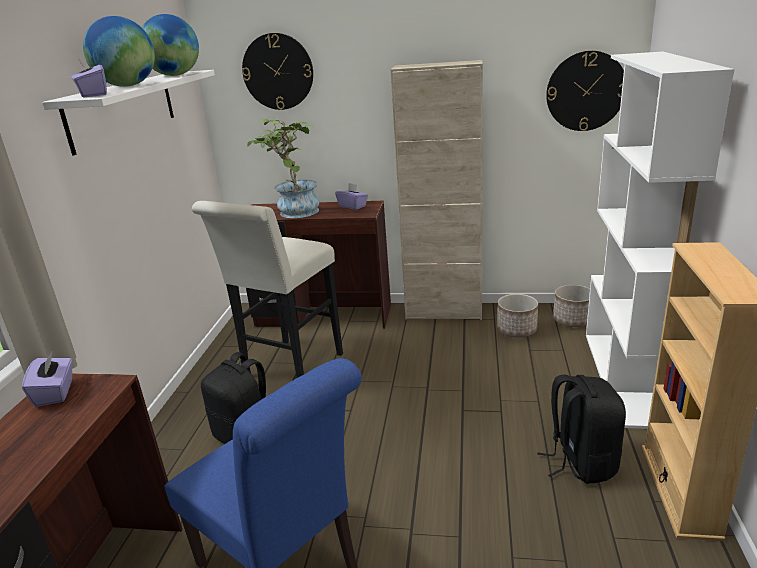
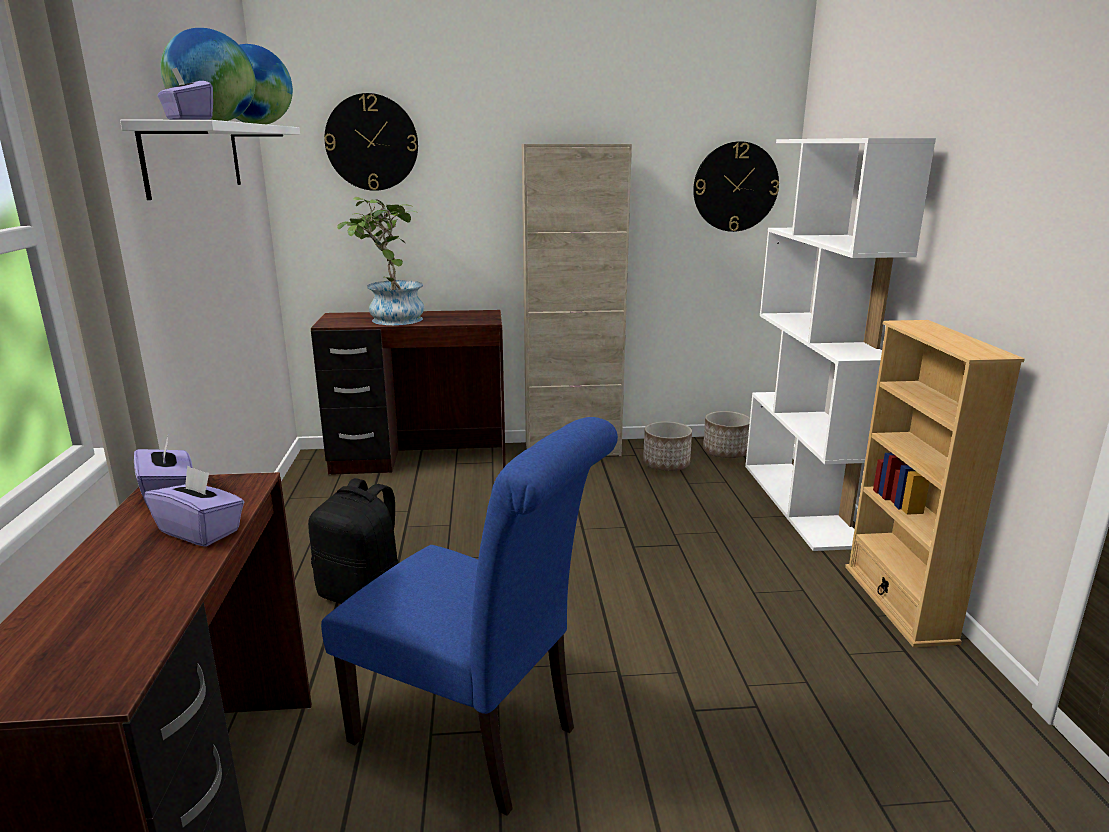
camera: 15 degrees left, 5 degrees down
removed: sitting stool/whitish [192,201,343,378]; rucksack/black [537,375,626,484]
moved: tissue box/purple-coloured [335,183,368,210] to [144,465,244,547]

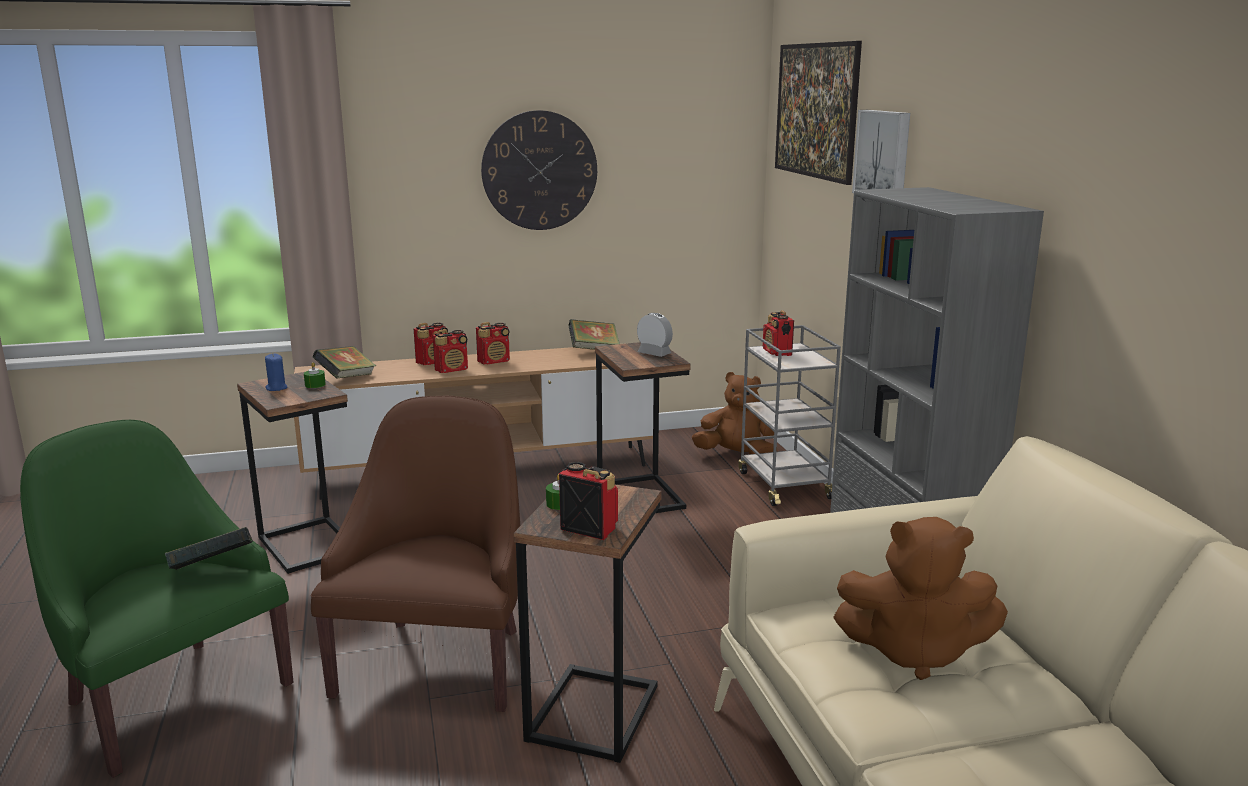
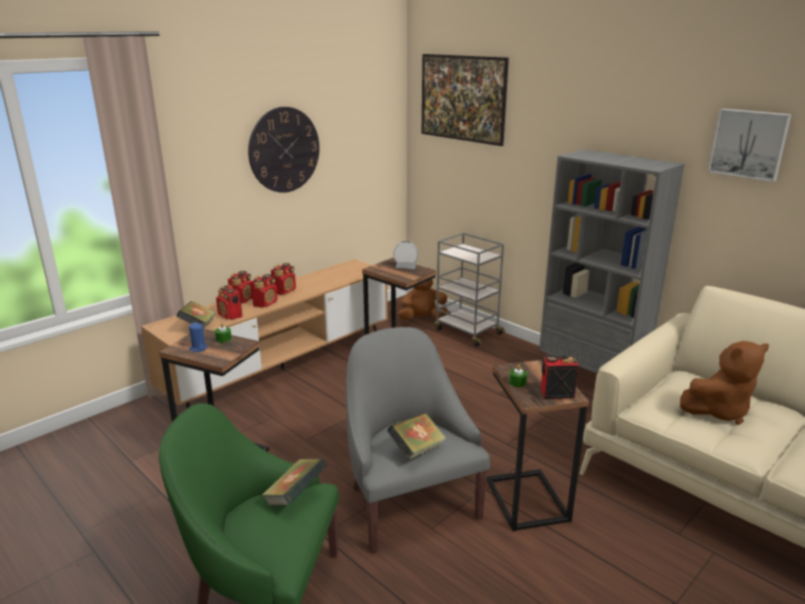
camera: 30 degrees left, 5 degrees up
moved: volume [568,319,620,350] to [387,412,447,459]; radio [763,310,794,356] to [216,284,243,320]; wall art [852,110,910,193] to [708,109,791,182]
recoloured: lounge chair/brown [311,396,520,712] to lounge chair/grey [346,327,490,553]

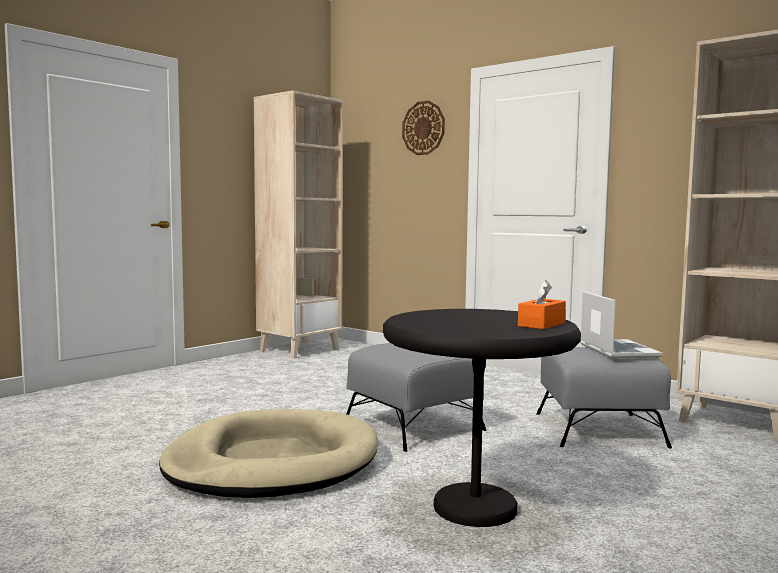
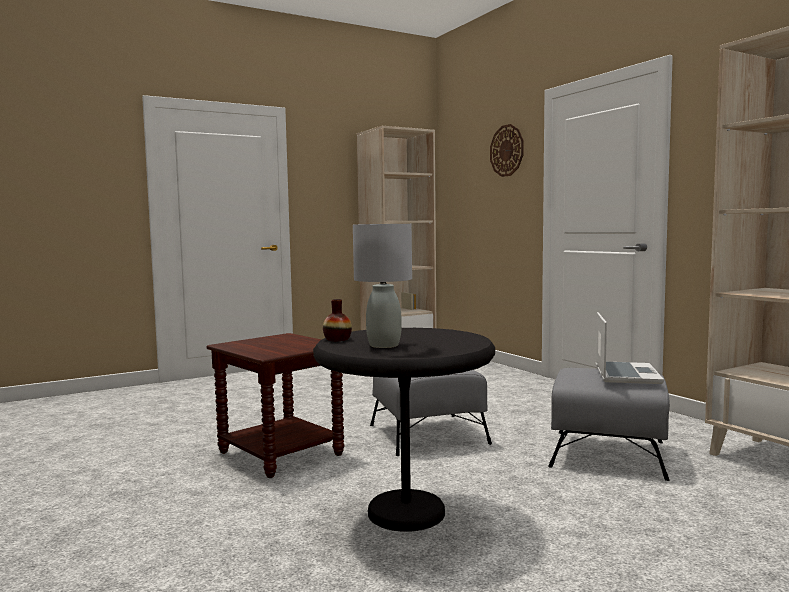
camera: 20 degrees right, 0 degrees up
removed: tissue box/orange-coloured [518,280,566,329]
added: vase [323,299,352,341]; table lamp/grey [353,224,412,348]
replaced: dog cushion/sand-coloured [159,409,378,498] to side table/brown [206,333,344,478]

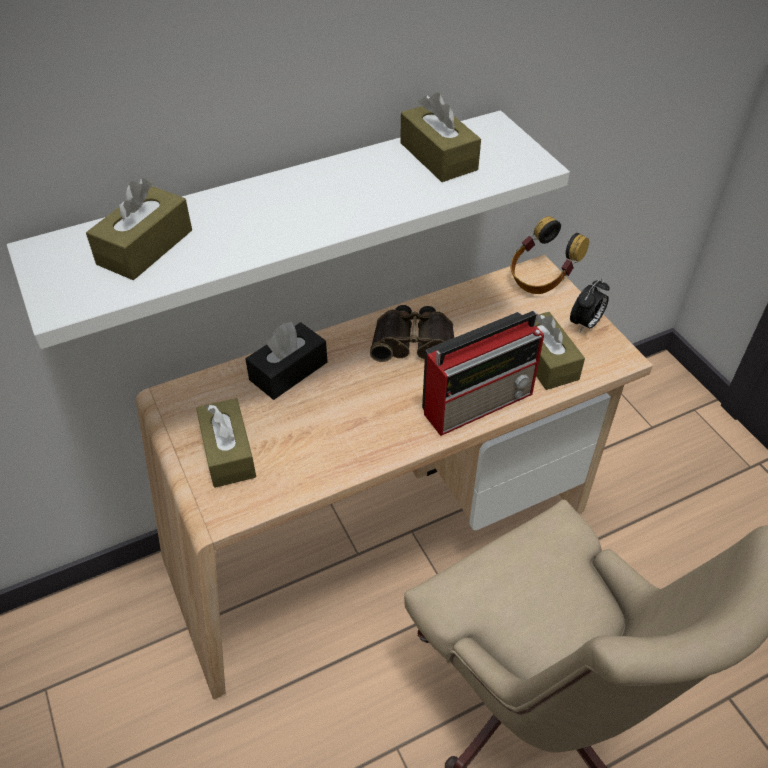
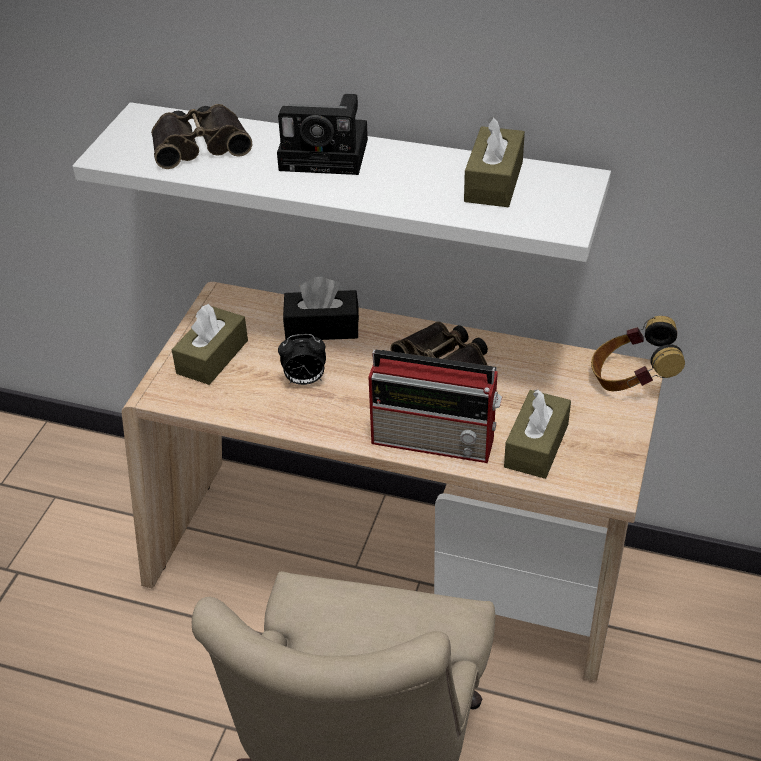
camera: 45 degrees right, 5 degrees down
added: still camera [277,94,368,175]
moved: table clock [570,278,610,332] to [278,334,326,385]
replaced: tissue box/brown [86,178,192,280] to pair of binoculars [151,104,253,169]

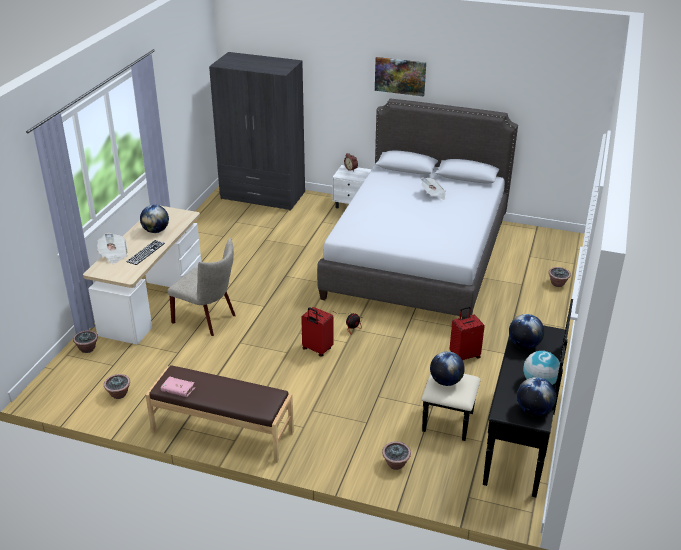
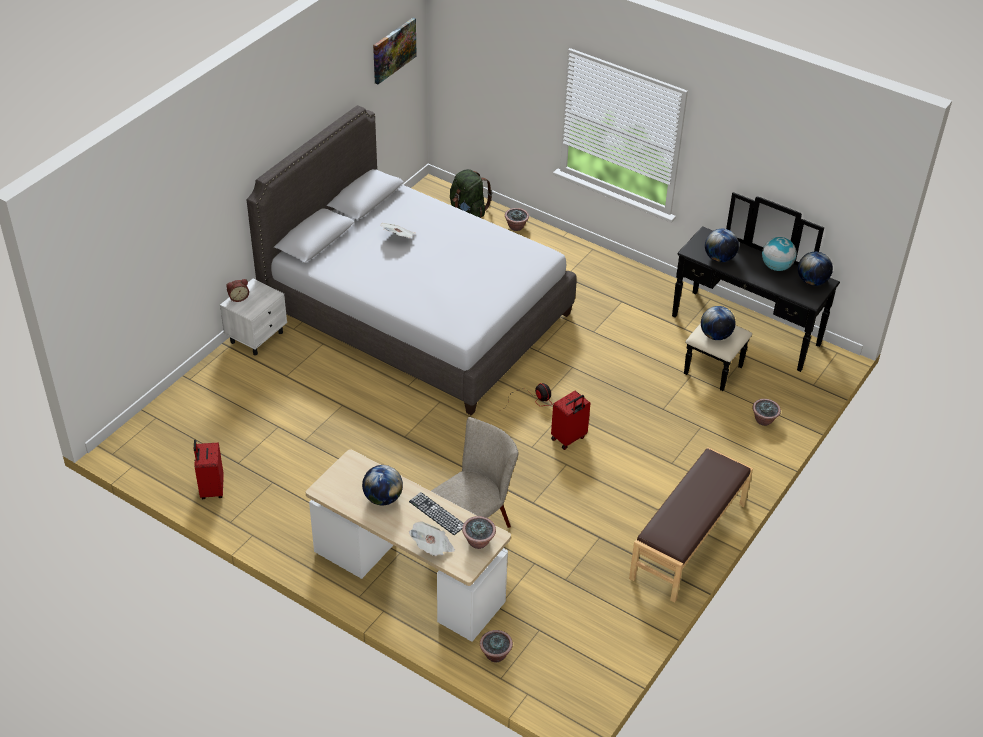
camera: 75 degrees left, 10 degrees up
removed: volume/pink [161,377,195,397]; wardrobe/grey [209,52,305,211]
added: rucksack/green [450,169,492,218]
moved: houseplant [104,374,130,399] to [462,516,496,549]; wall art [375,57,426,97] to [373,18,417,85]; piece of luggage/red [450,306,485,361] to [194,440,224,499]

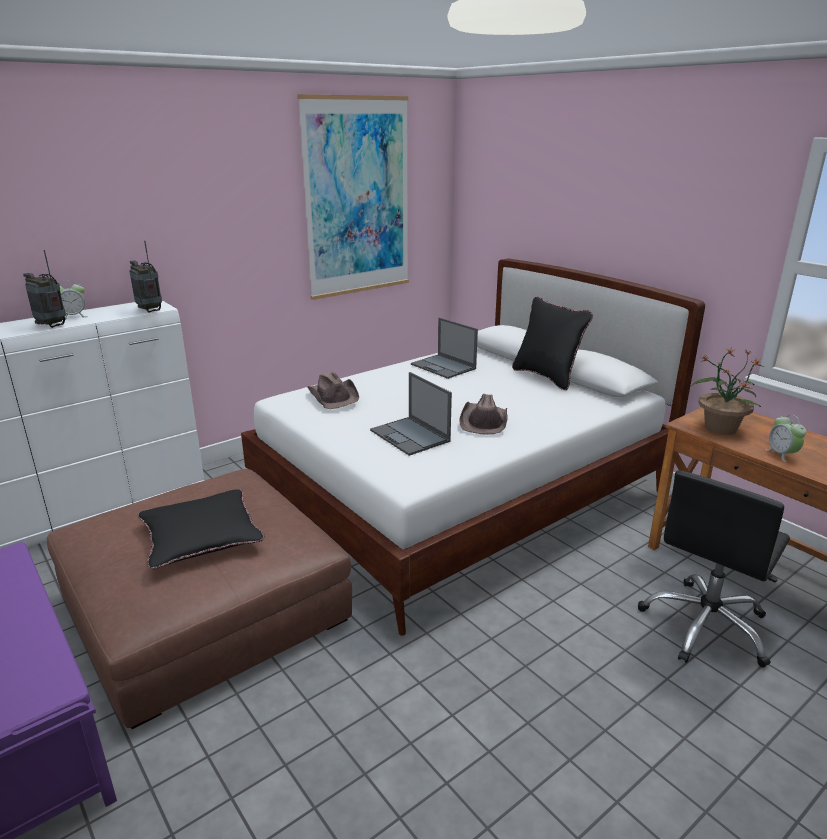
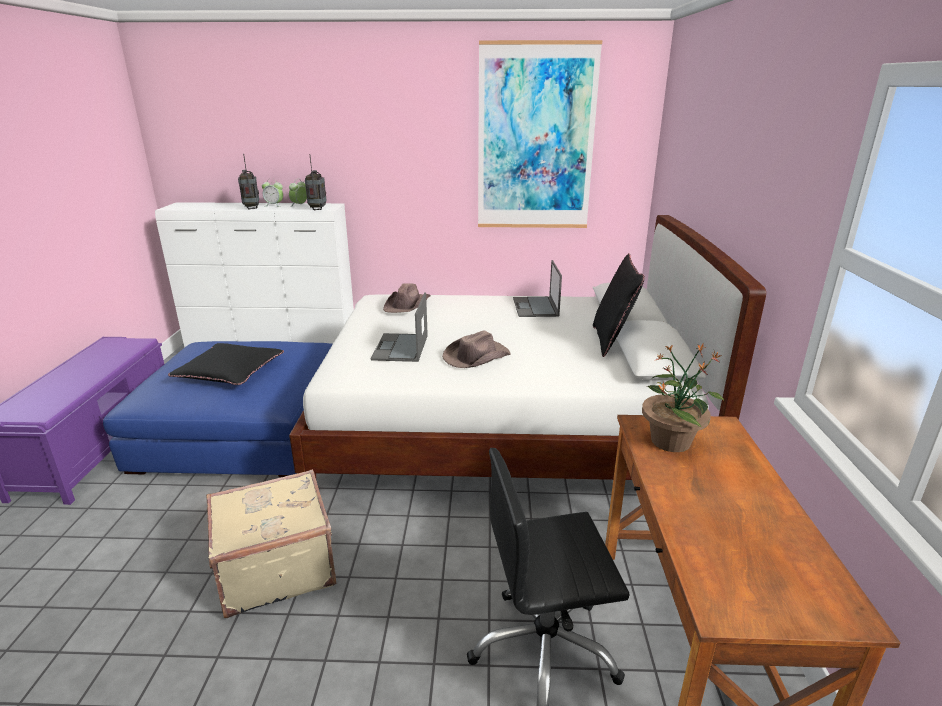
camera: 40 degrees right, 0 degrees up
added: piece of luggage/sand-coloured [206,469,337,618]
moved: table clock [765,415,806,462] to [289,179,307,207]
recoloured: footrest/brown [47,469,352,729] to footrest/bluish [103,341,332,477]

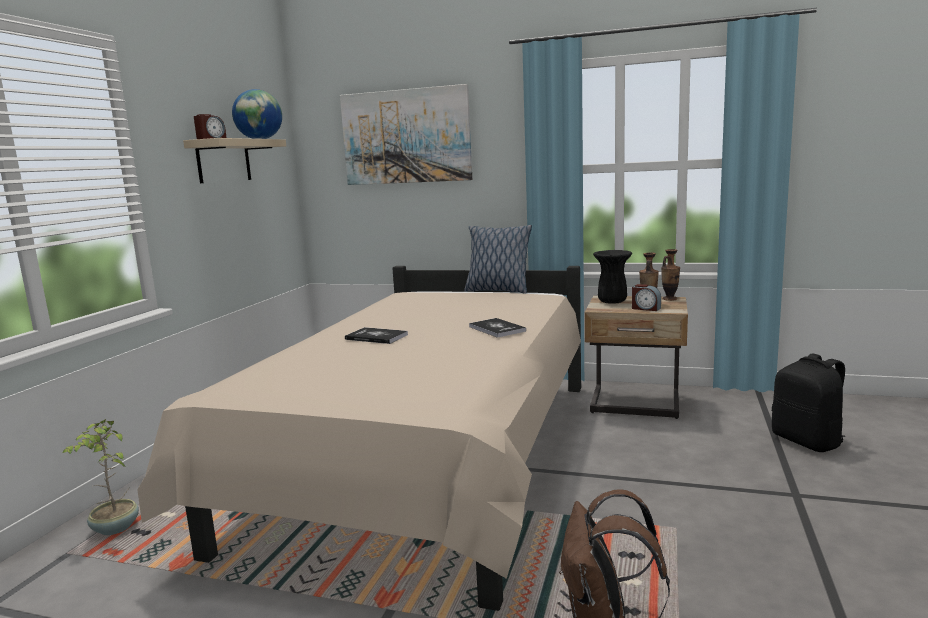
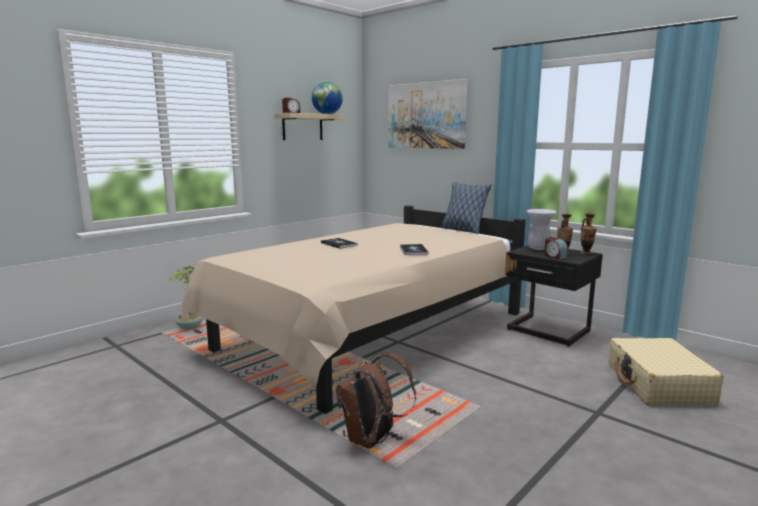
camera: 25 degrees right, 0 degrees up
replaced: rucksack/black [772,354,845,452] to piece of luggage/sand-coloured [609,338,723,406]
recoloured: bedside table/sand-coloured [585,296,688,419] to bedside table/black [505,245,603,347]; vase/black [593,250,632,304] to vase/whitish [526,209,557,250]

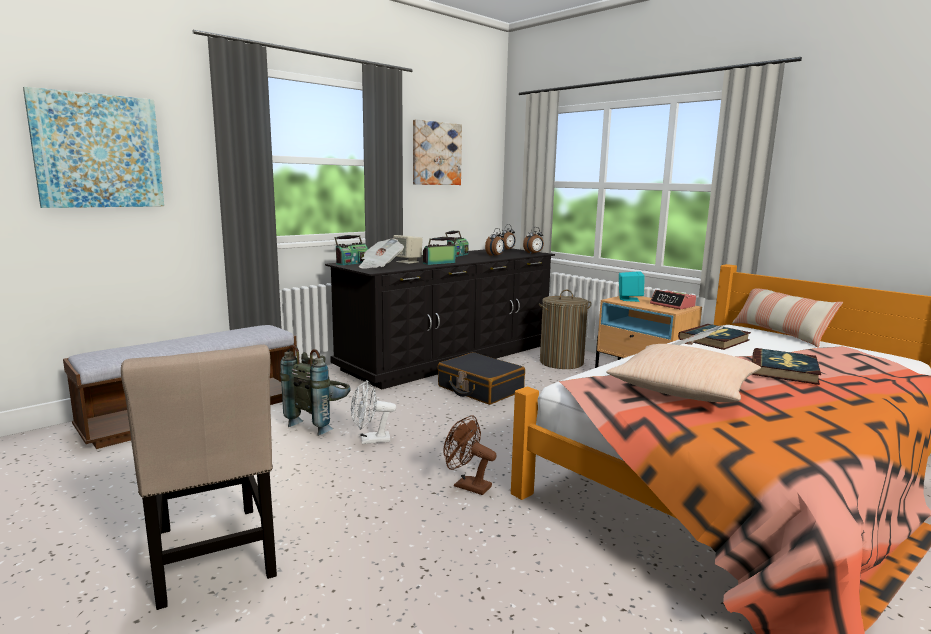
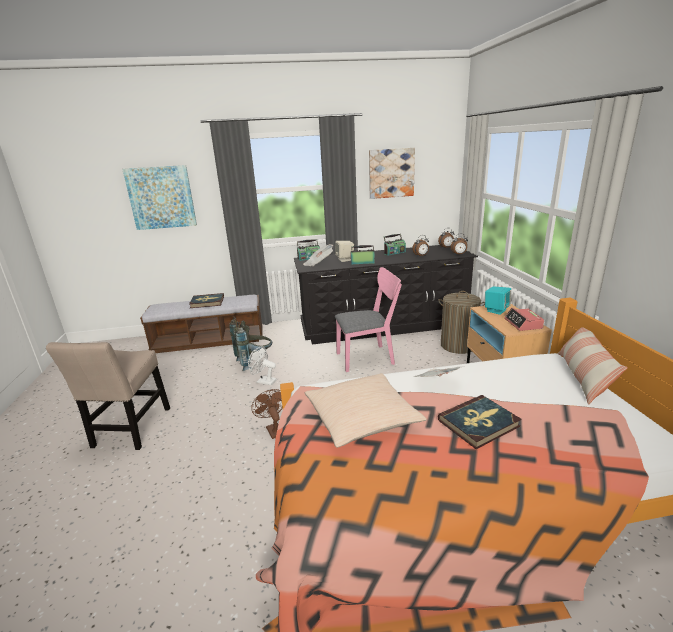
camera: 35 degrees right, 10 degrees up
moved: volume [678,324,751,350] to [189,293,224,308]
replaced: piece of luggage/black [437,352,525,405] to chair/pink [335,267,402,372]

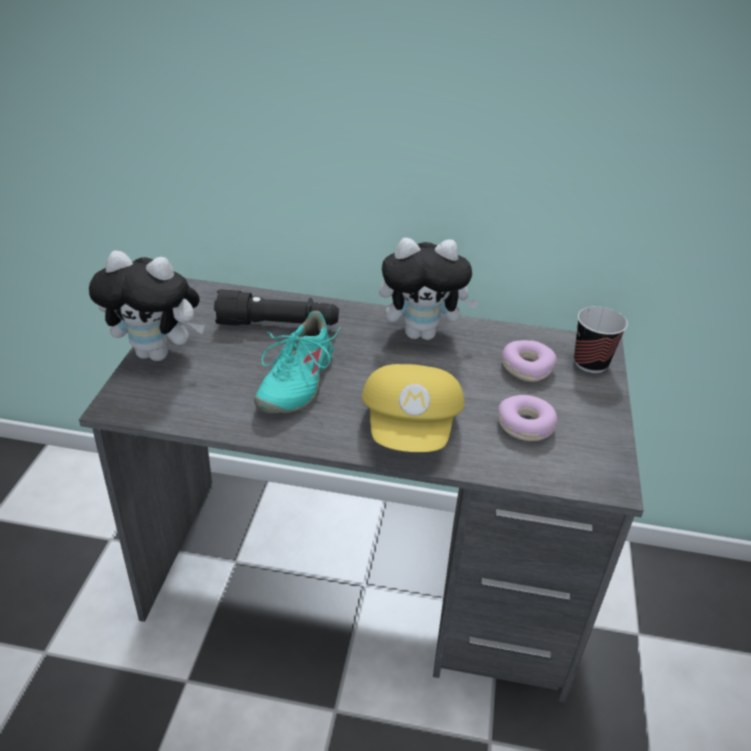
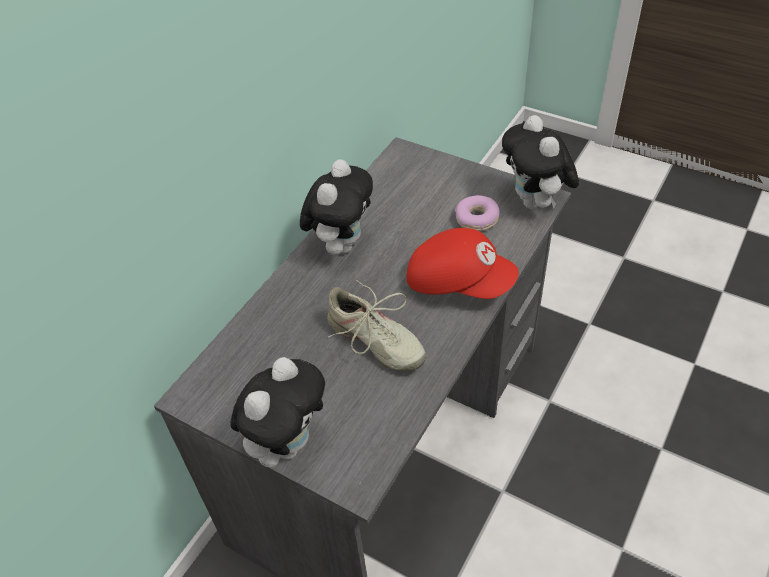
camera: 65 degrees left, 10 degrees up
removed: flashlight/black [214,289,339,326]; doughnut [501,340,557,382]; drinking cup [574,306,628,373]
added: plush toy [502,115,579,209]
recoloured: low shoe/turquoise [254,311,341,413] to low shoe/sand-coloured [327,280,426,372]; cap/yellowish [362,364,464,452] to cap/red [407,228,519,299]

